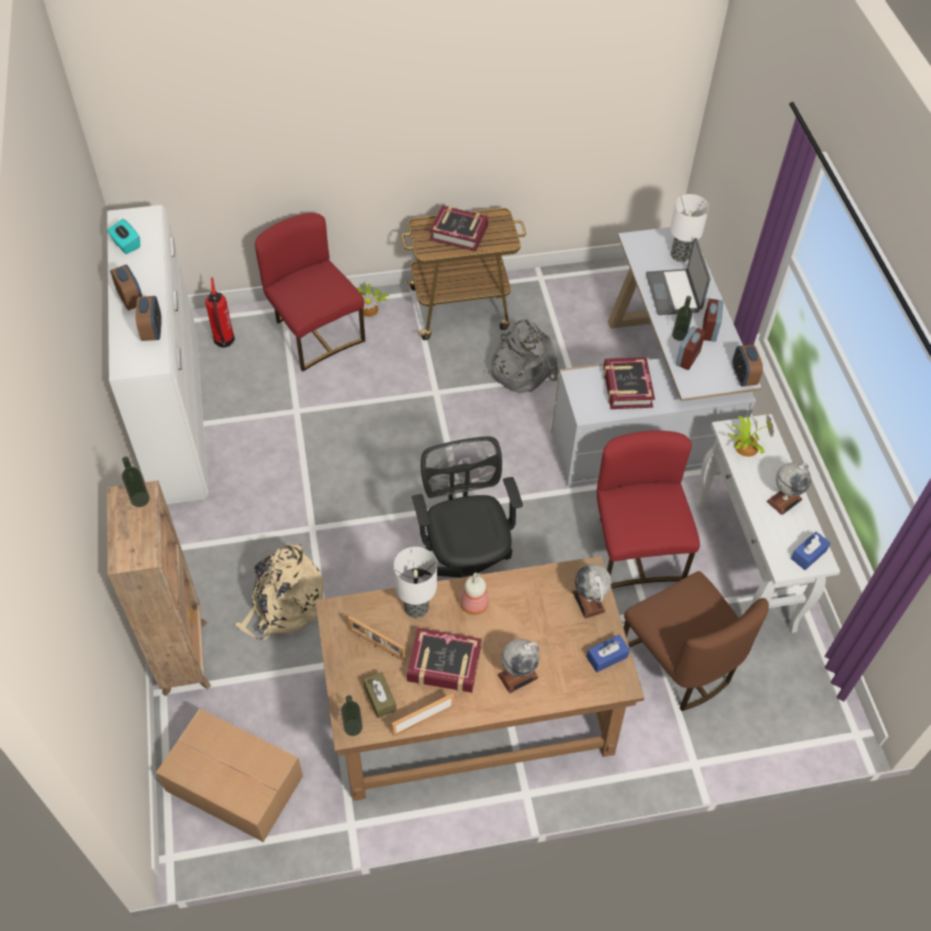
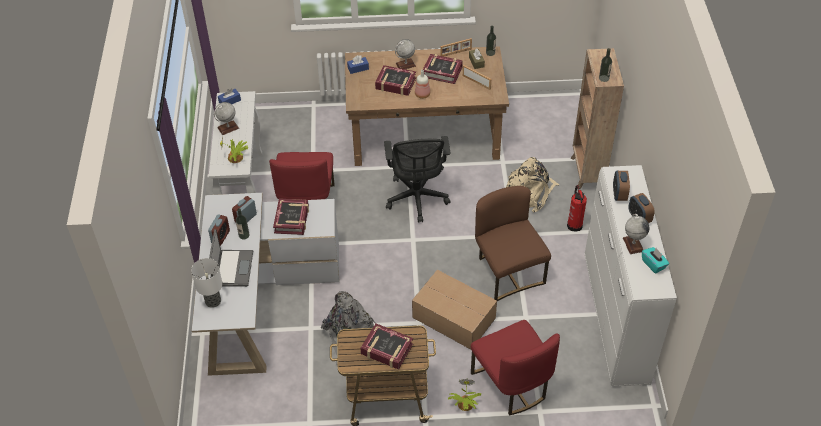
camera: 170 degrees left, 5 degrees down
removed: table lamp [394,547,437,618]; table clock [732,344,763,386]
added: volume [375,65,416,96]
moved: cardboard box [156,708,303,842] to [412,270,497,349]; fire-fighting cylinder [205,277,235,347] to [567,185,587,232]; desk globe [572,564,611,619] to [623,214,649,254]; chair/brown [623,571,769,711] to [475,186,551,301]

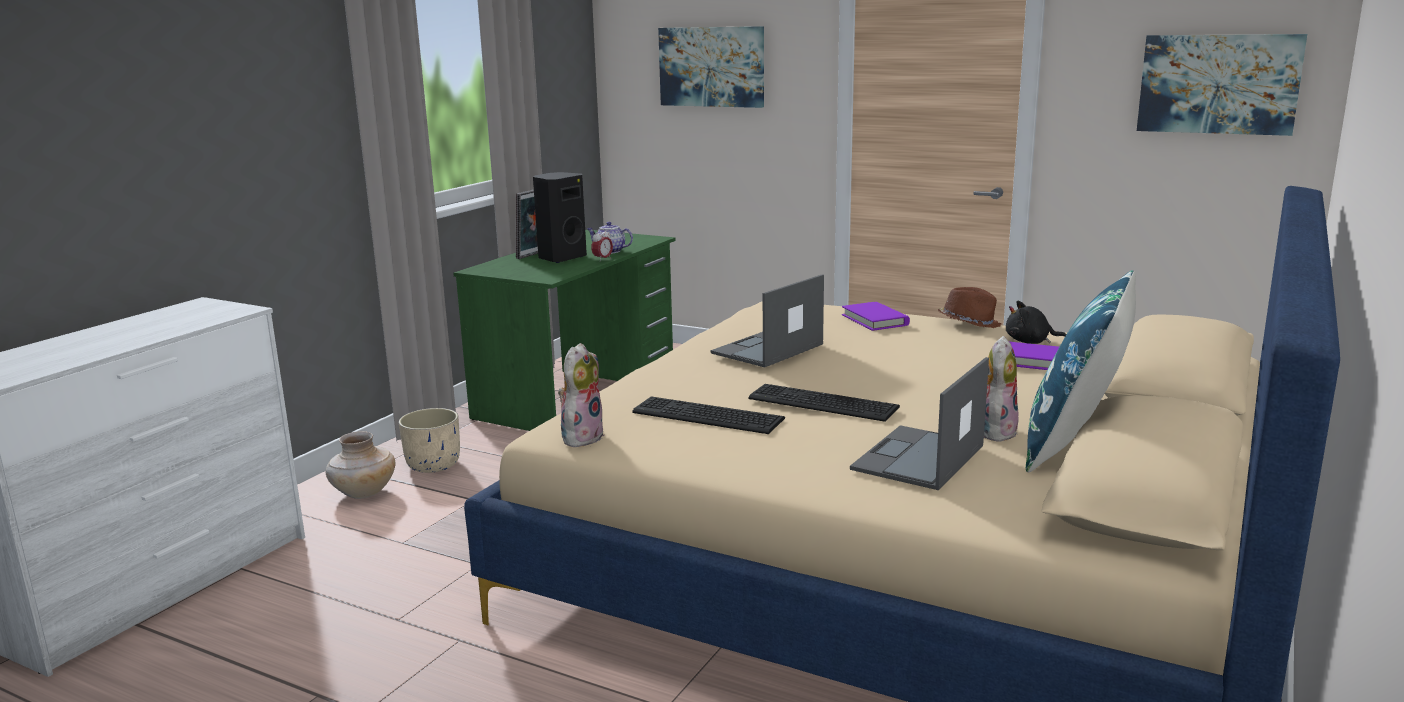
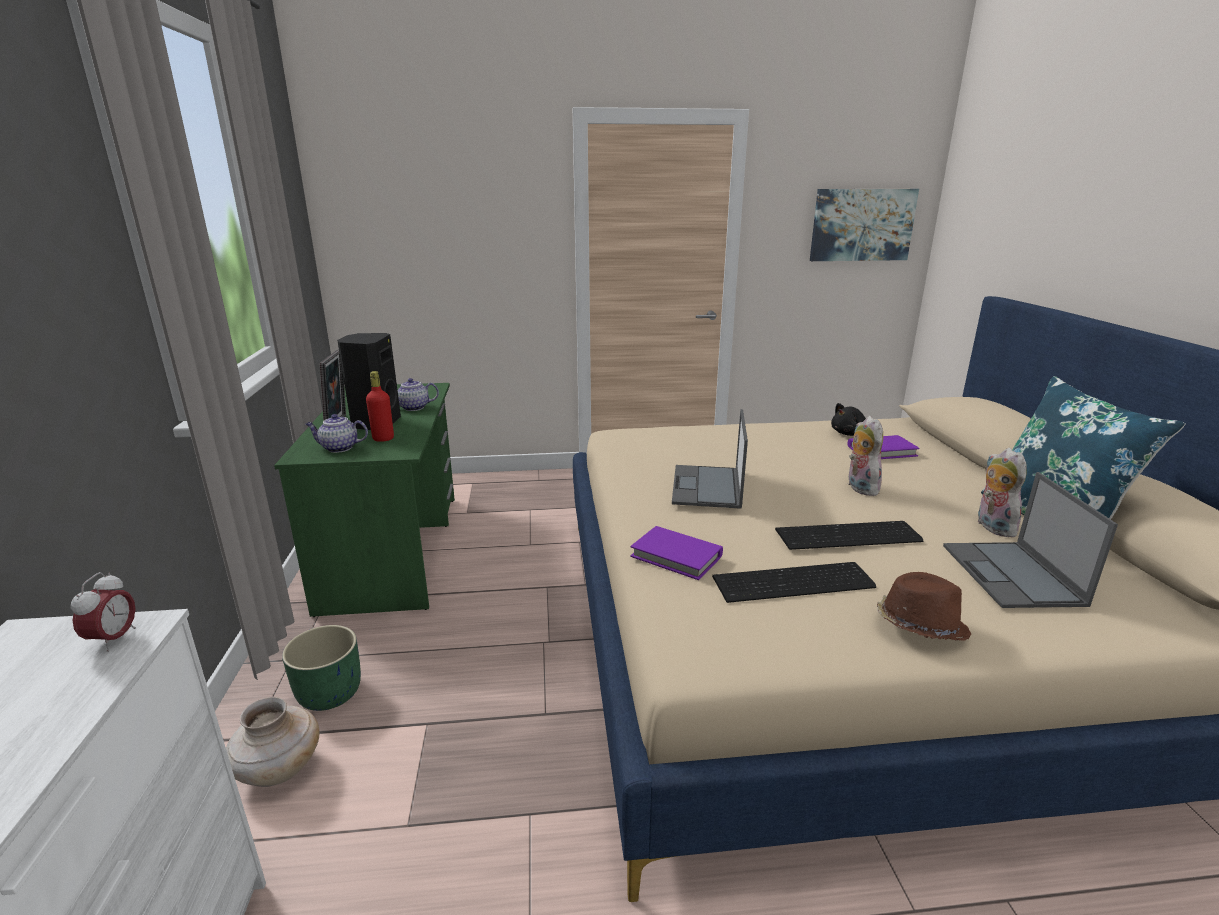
camera: 35 degrees left, 5 degrees up
removed: wall art [658,26,764,108]
added: pot for tea [305,414,368,453]; bottle/red [366,371,394,442]
moved: plush toy [558,343,605,447] to [848,416,883,496]; table clock [591,228,613,260] to [71,572,136,652]; volume/purple-coloured [842,302,910,331] to [630,526,723,580]; clothing hat/brown [938,287,1001,328] to [877,572,971,641]
recoloured: plant pot/sand-coloured [399,408,460,473] to plant pot/green [282,625,361,711]

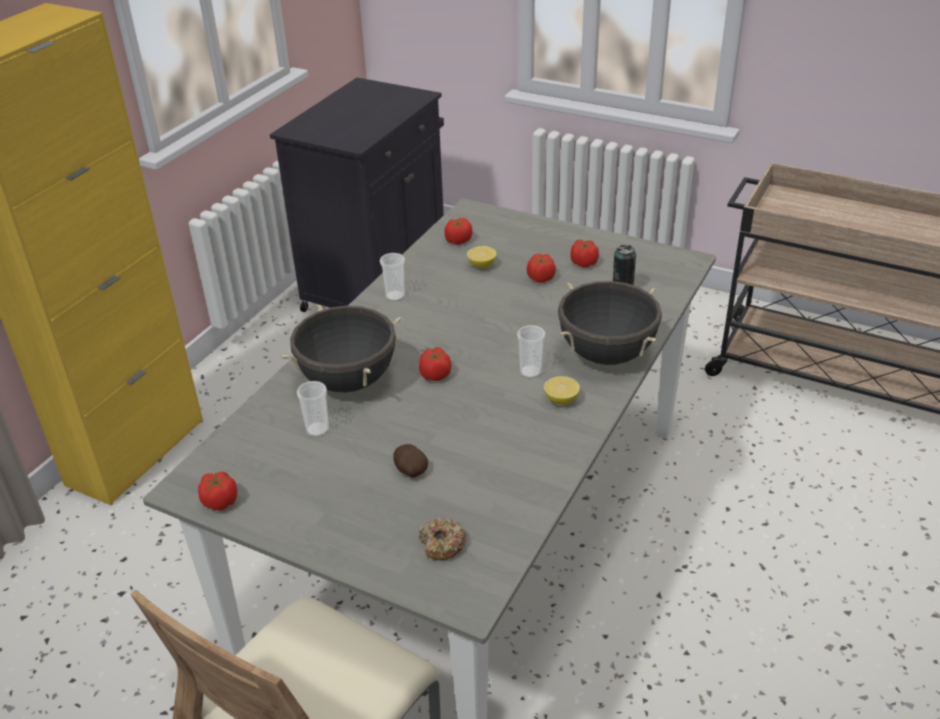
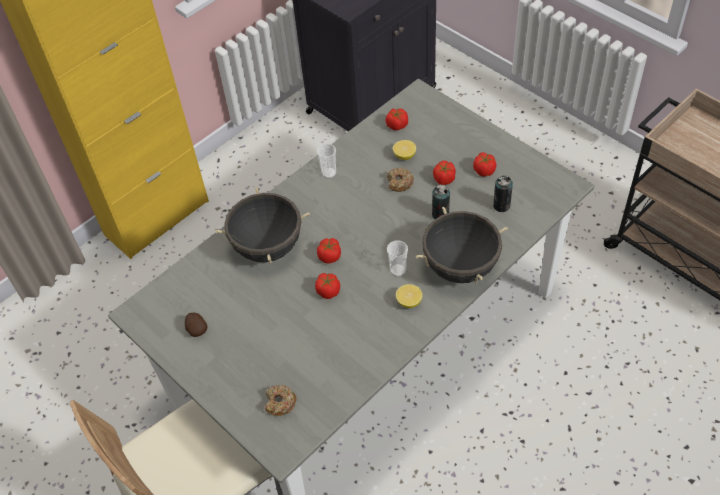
camera: 20 degrees right, 15 degrees up
removed: drinking cup [297,381,329,437]
added: doughnut [387,168,414,192]; sealed can [432,184,450,219]
moved: fresh tomato [198,472,237,510] to [315,273,340,299]; whole potato [393,444,428,478] to [185,312,207,337]

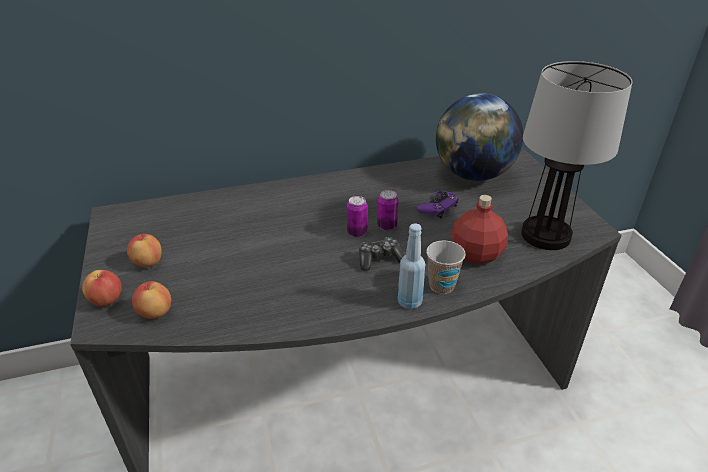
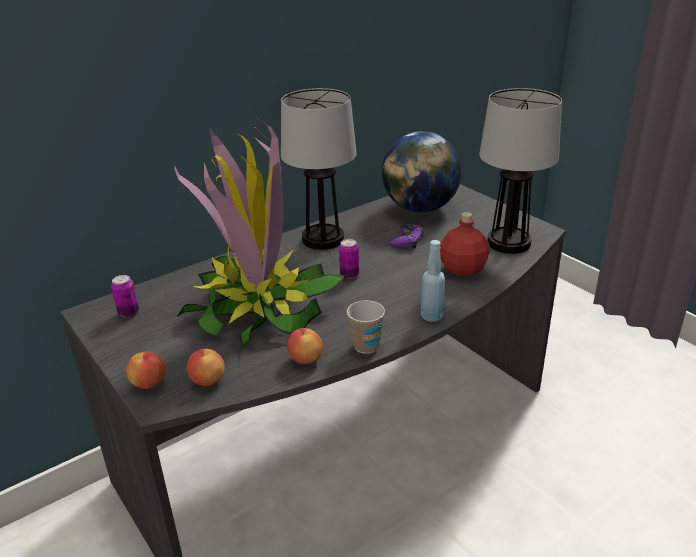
camera: 20 degrees left, 5 degrees down
removed: gamepad [359,237,405,271]
added: houseplant [174,118,344,348]; table lamp [281,88,357,250]
moved: apple fruit [127,234,162,267] to [287,328,323,364]; sealed can [377,190,398,231] to [111,275,139,317]; drinking cup [426,240,466,294] to [347,300,385,354]

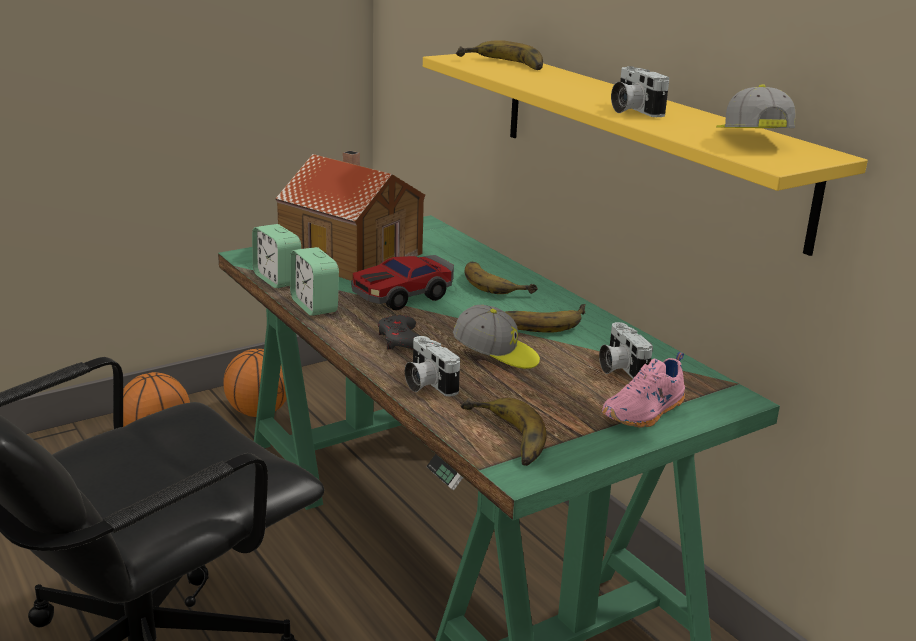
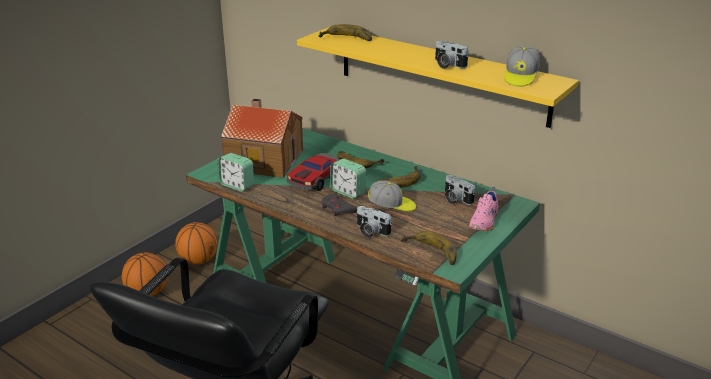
camera: 20 degrees left, 5 degrees up
moved: table clock [290,247,339,316] to [330,159,366,199]
turned: cap [716,85,795,128] = [505,45,540,86] 135 degrees counterclockwise

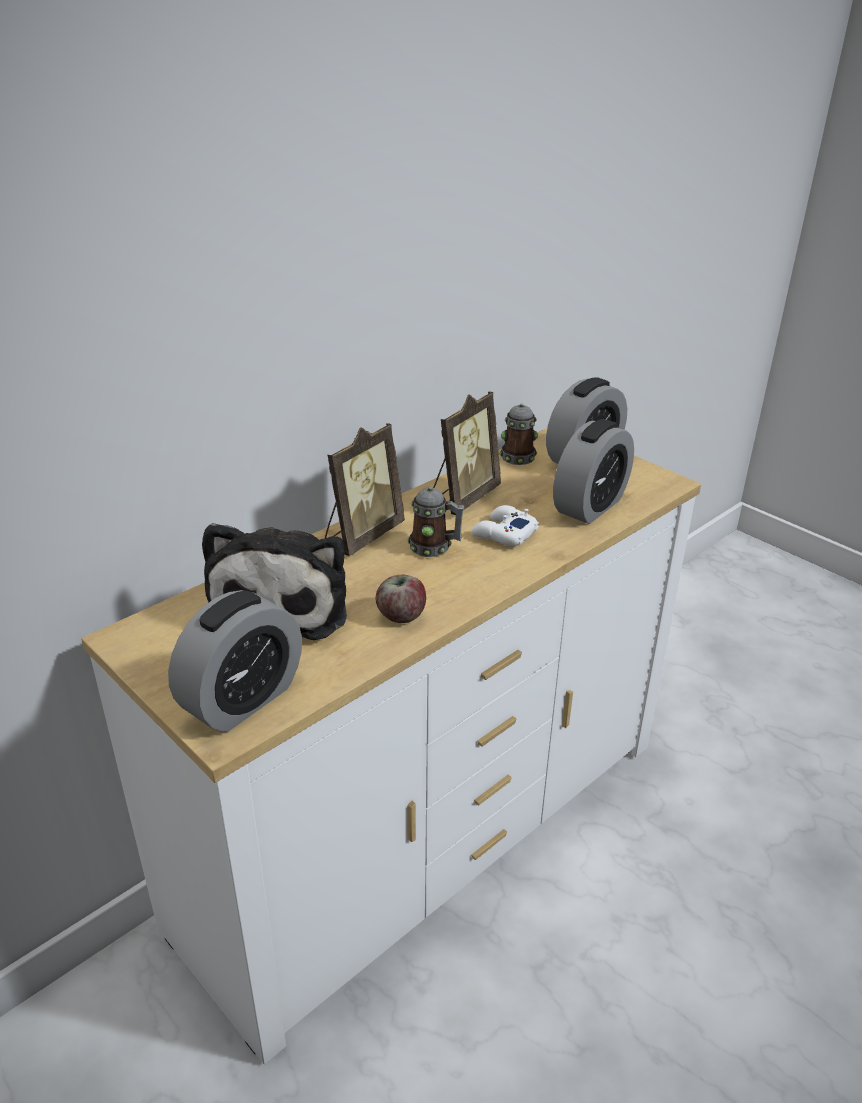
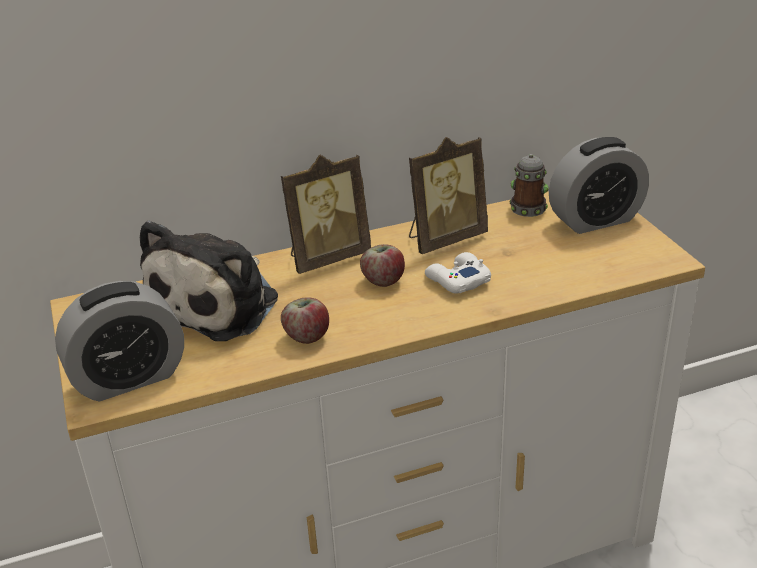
camera: 25 degrees right, 0 degrees up
removed: table clock [553,419,634,524]
replaced: coffee mug [407,487,465,557] to apple fruit [360,244,405,287]

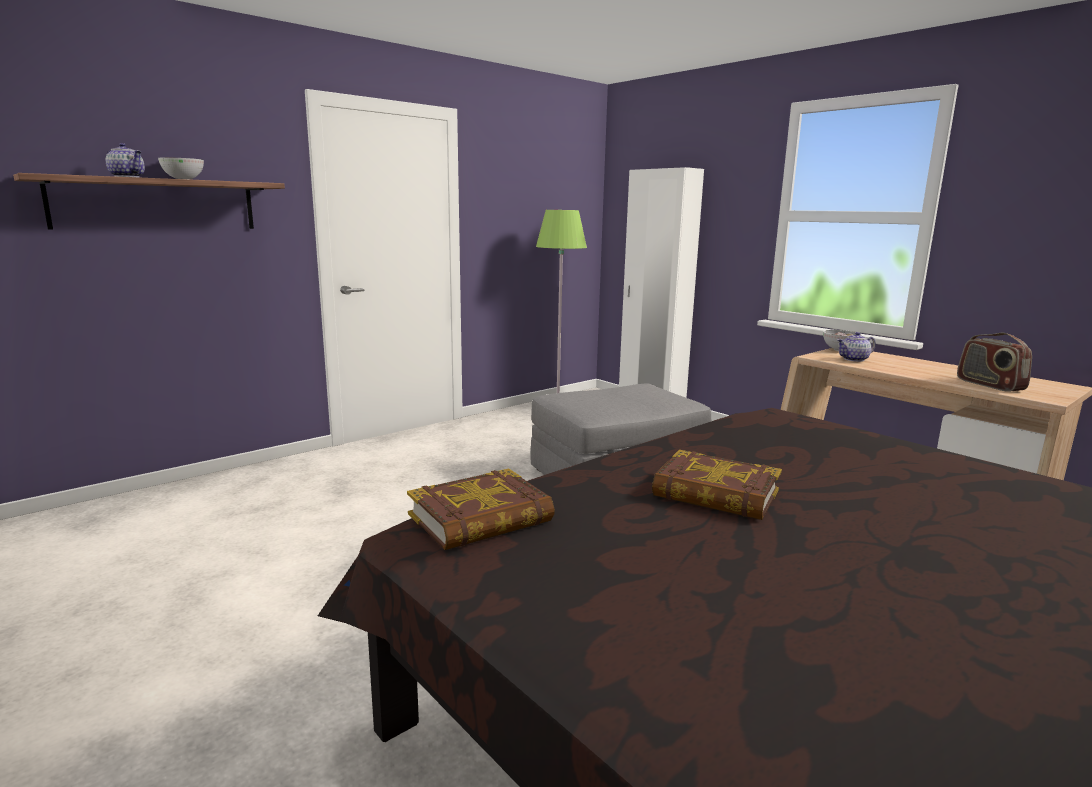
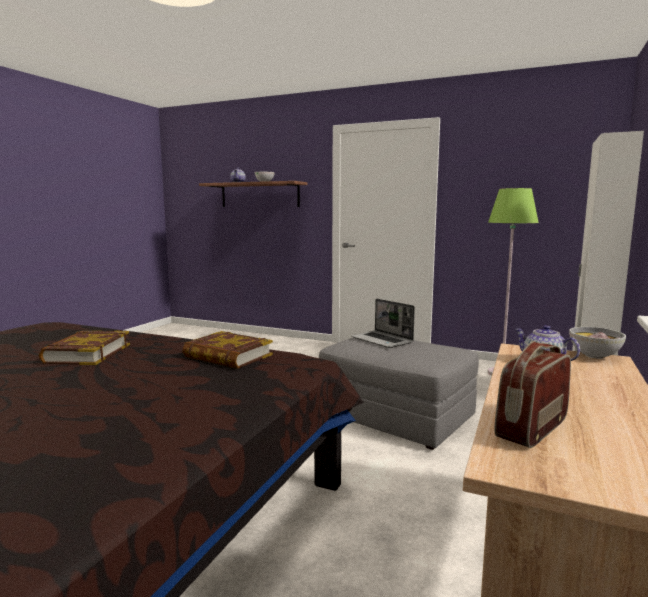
camera: 65 degrees right, 5 degrees down
added: laptop [351,299,415,348]
moved: volume [407,469,555,550] to [182,331,273,369]

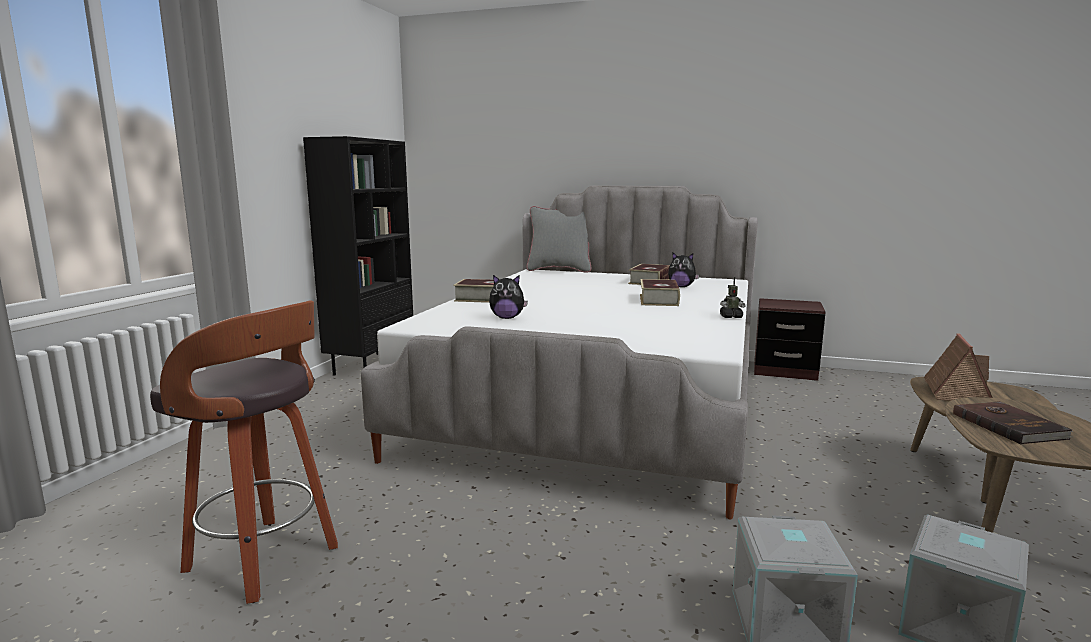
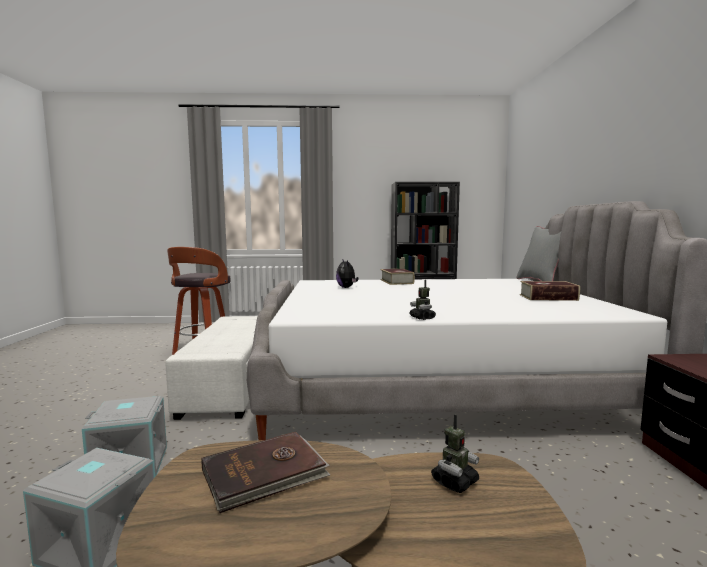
camera: 70 degrees right, 5 degrees down
removed: volume [640,279,680,306]; plush toy [668,253,700,287]
added: footrest/whitish [166,316,258,420]
replaced: miniature house [924,333,993,401] to toy robot [431,414,479,493]

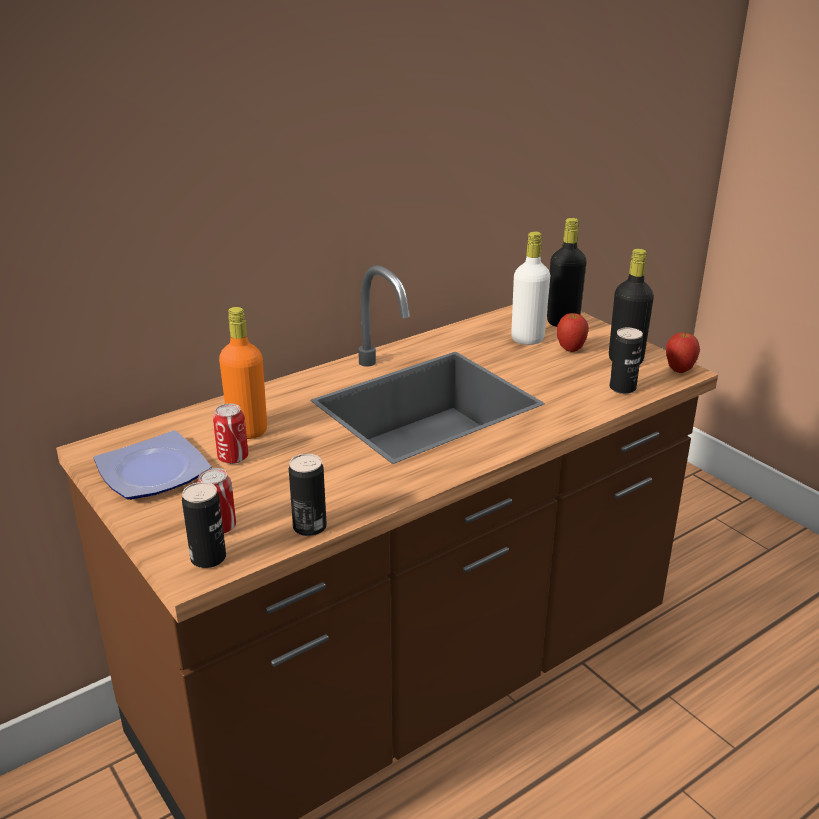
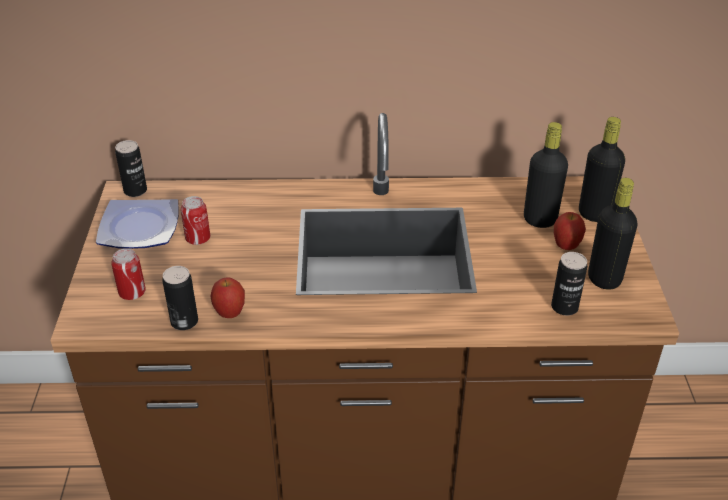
camera: 35 degrees right, 10 degrees up
removed: bottle/orange-coloured [219,307,267,439]
moved: sealed can [182,482,226,568] to [115,140,147,197]; apple fruit [666,332,700,373] to [210,277,245,318]
recoloured: bottle/whitish [511,231,550,345] to bottle/black [524,122,568,228]

